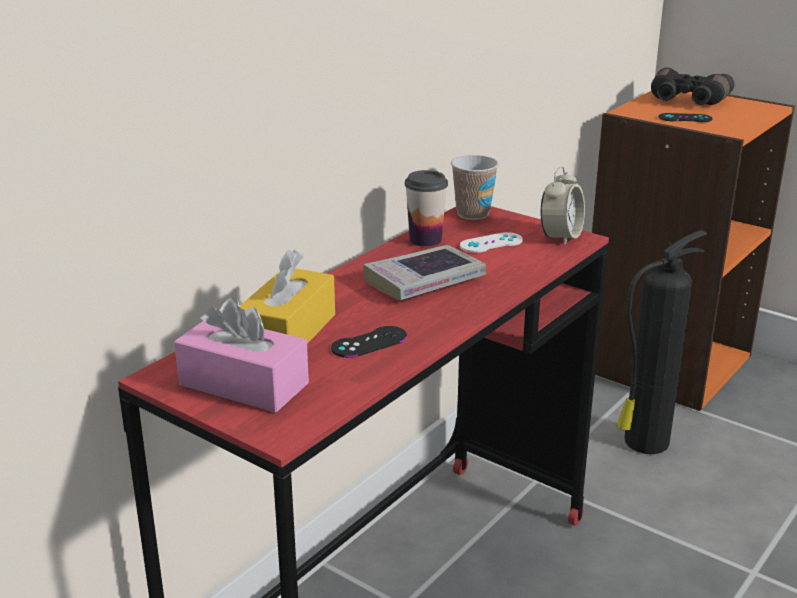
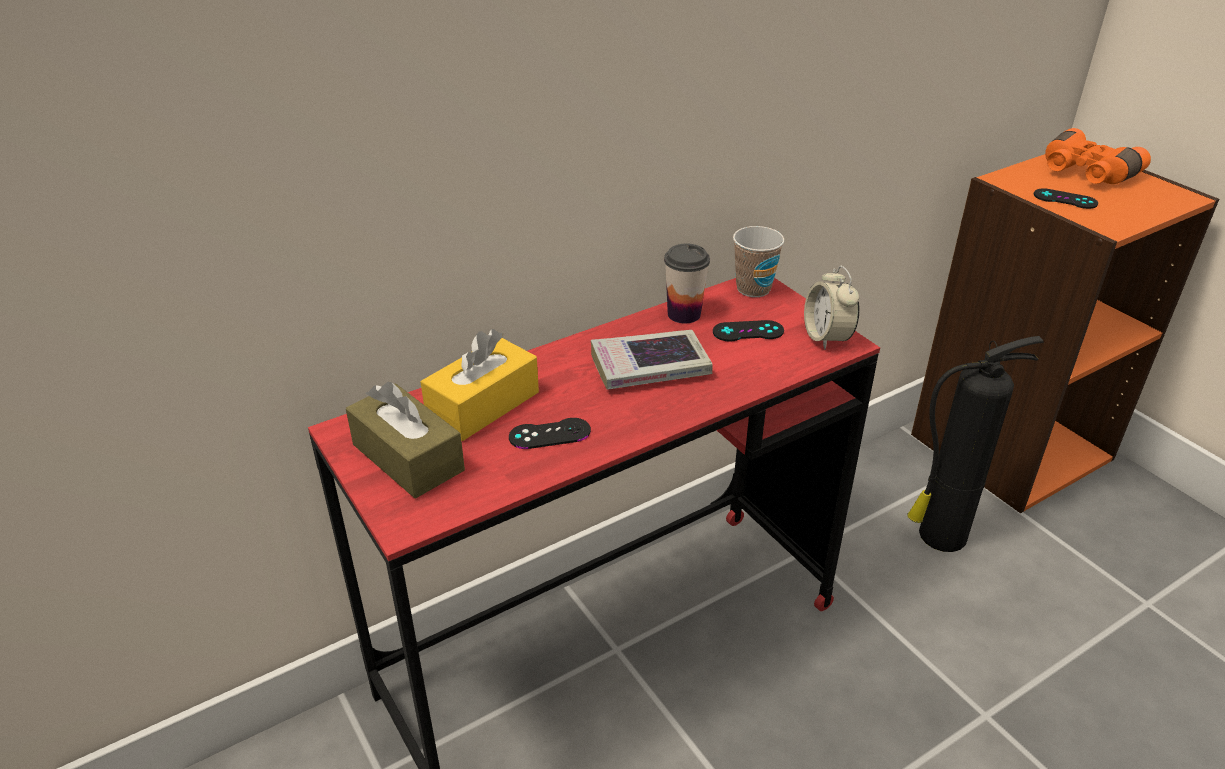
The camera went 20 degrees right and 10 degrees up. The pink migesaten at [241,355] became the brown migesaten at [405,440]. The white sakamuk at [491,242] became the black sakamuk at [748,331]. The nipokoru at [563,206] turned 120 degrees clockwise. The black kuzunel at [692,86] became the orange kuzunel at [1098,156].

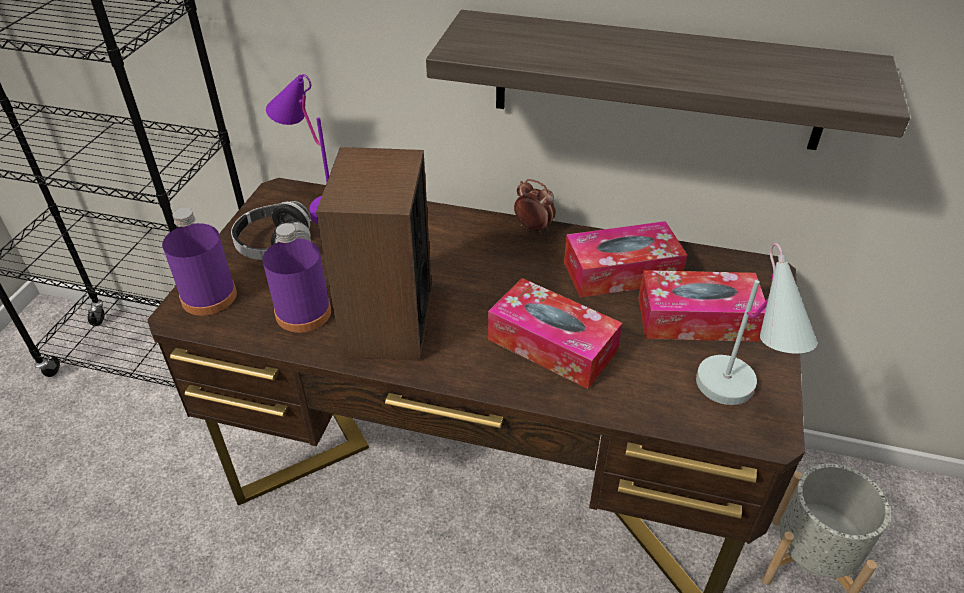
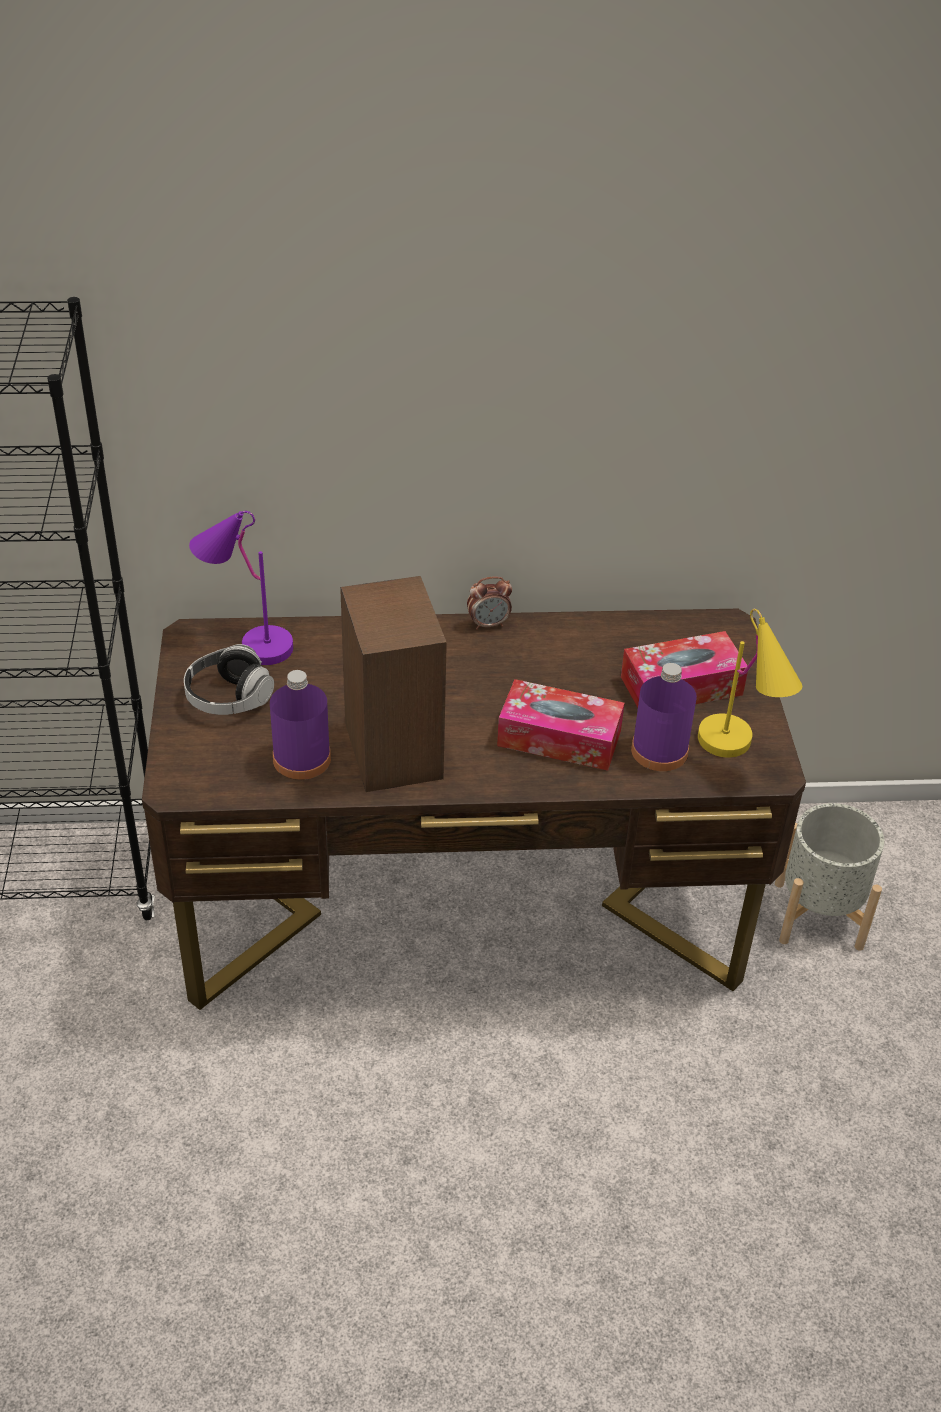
The camera went 20 degrees left and 0 degrees up. The nipokoru at [535,206] turned 150 degrees clockwise. The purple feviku moved from [199,262] to [664,717]. The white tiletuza at [756,324] became the yellow tiletuza at [750,683]. The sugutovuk at [668,80] disappeared. The migesaten at [625,259] disappeared.

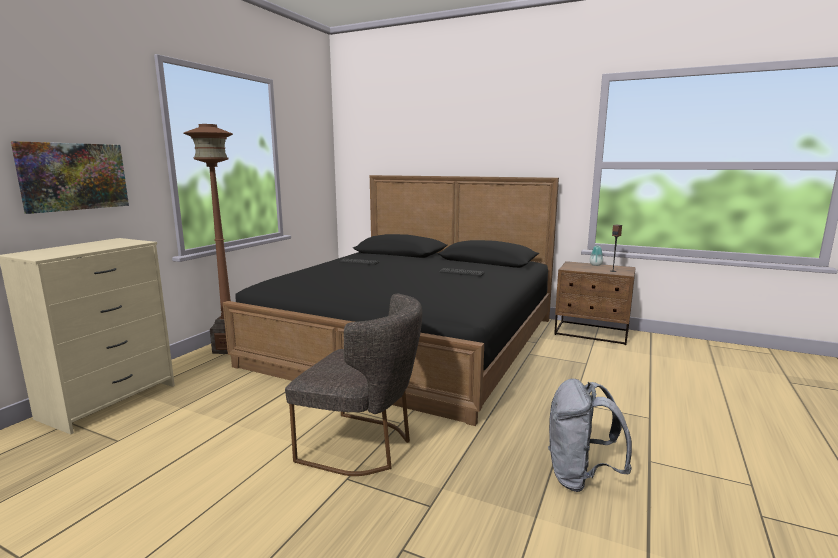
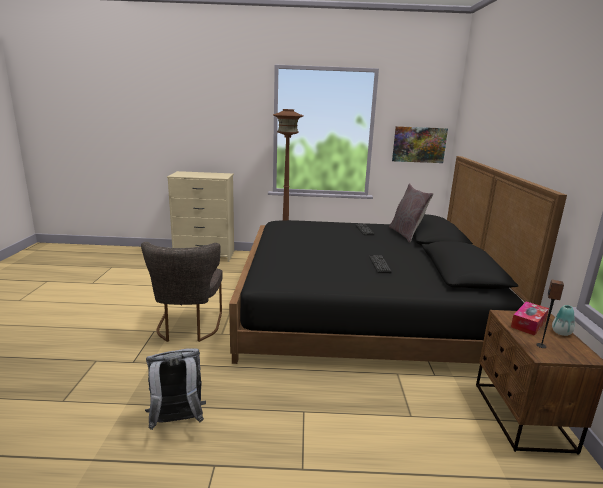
The camera went 65 degrees right and 5 degrees up. The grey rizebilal at [411,213] appeared. The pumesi moved from [70,177] to [420,144]. The migesaten at [530,318] appeared.

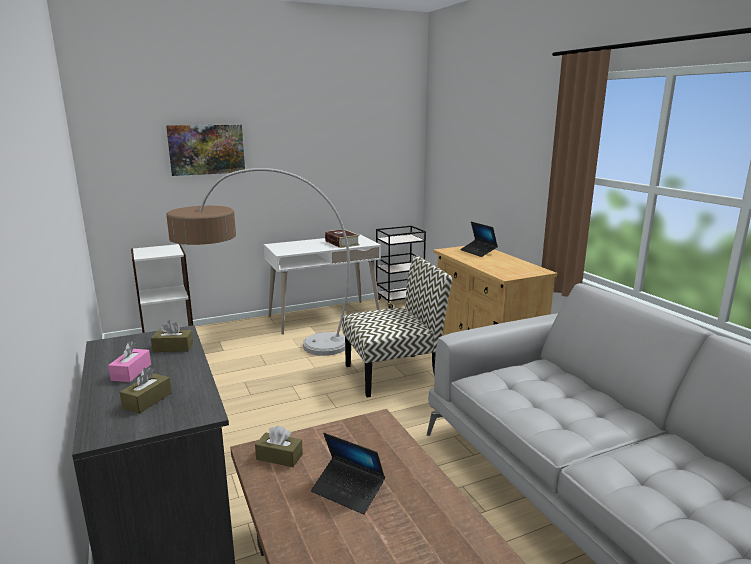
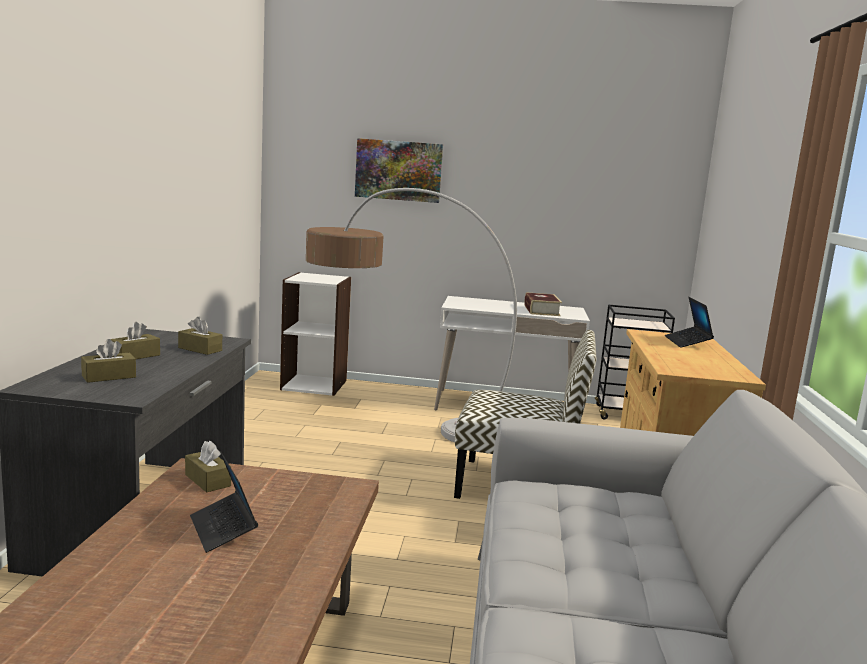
The camera went 30 degrees right and 5 degrees down. The pink migesaten at [129,362] became the brown migesaten at [135,340].

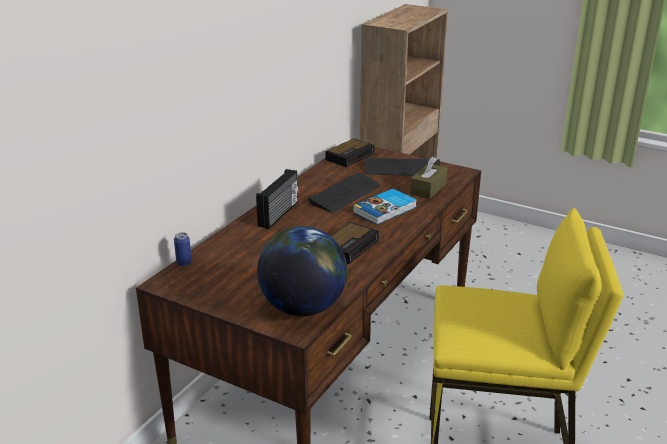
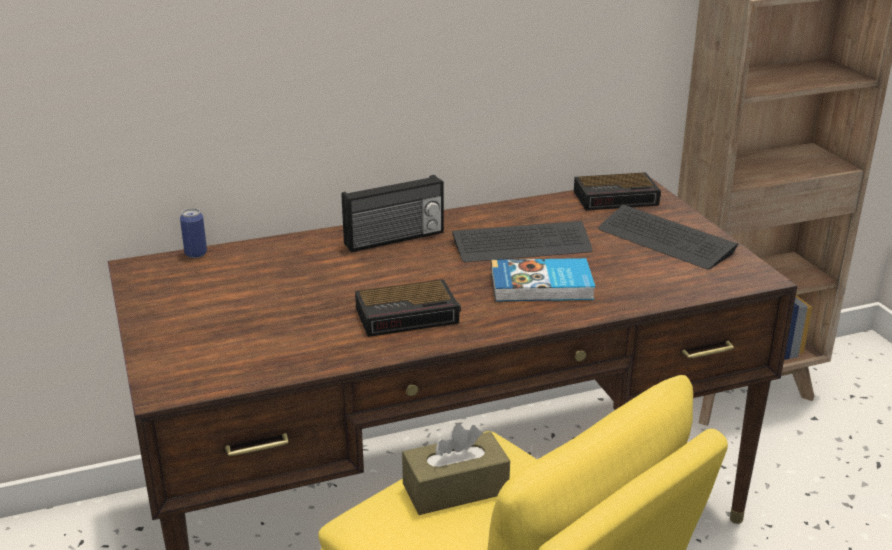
The camera went 40 degrees right and 0 degrees up. The brown migesaten moved from [428,178] to [456,469]. The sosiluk at [302,271] disappeared.

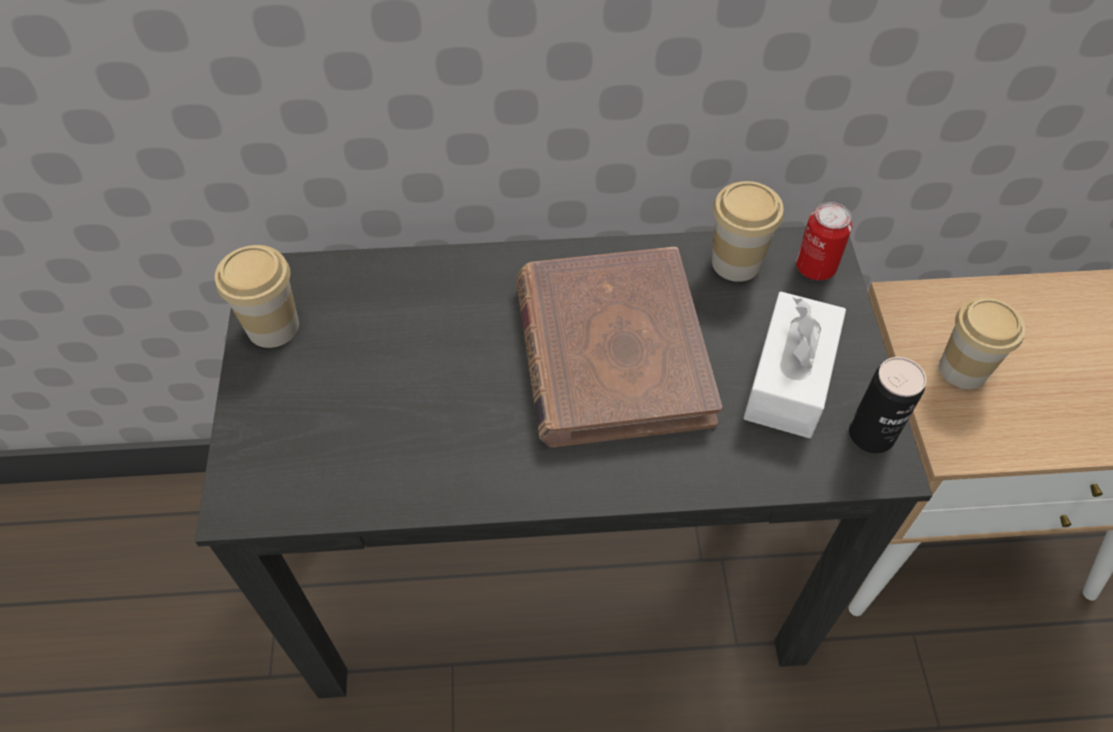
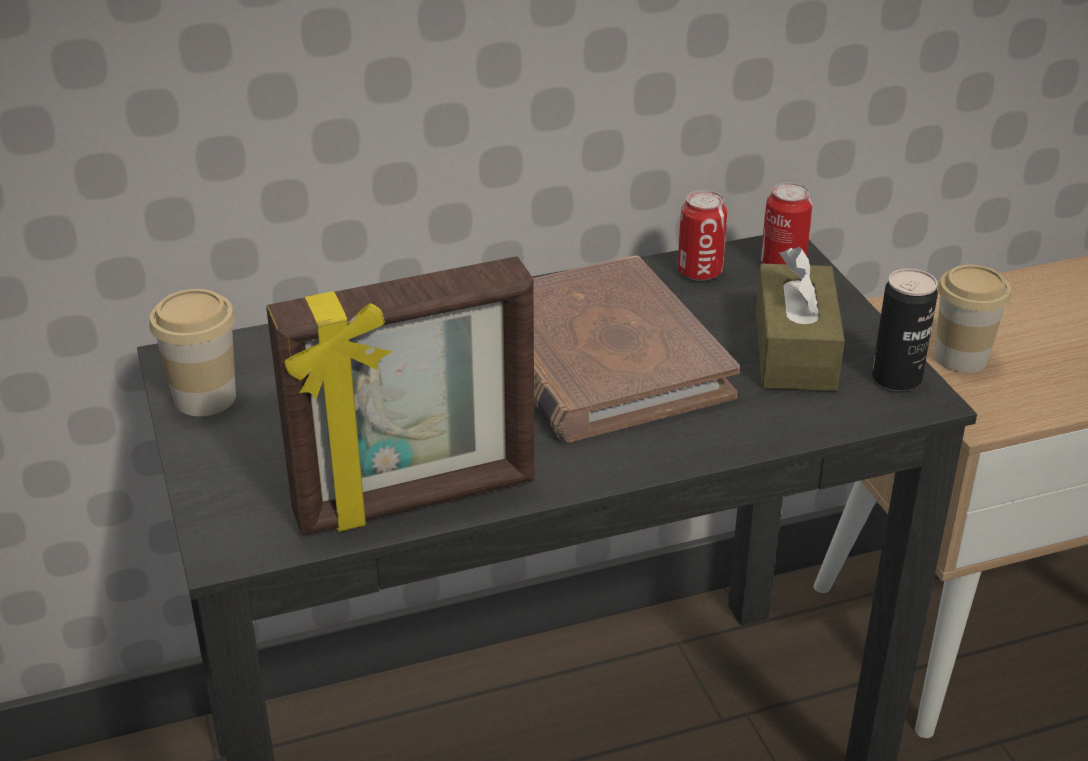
The camera went 15 degrees left and 20 degrees down. The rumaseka at [400,396] appeared. The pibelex at [748,231] was replaced by the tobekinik at [702,235]. The white migesaten at [795,365] became the brown migesaten at [800,319].

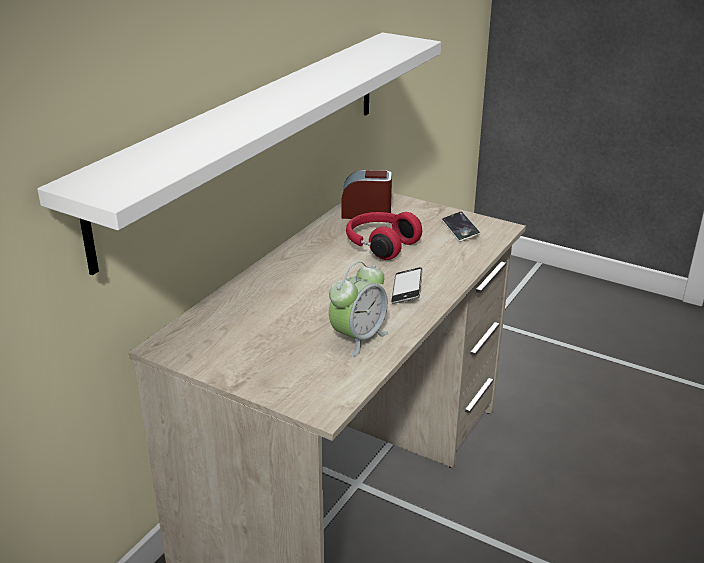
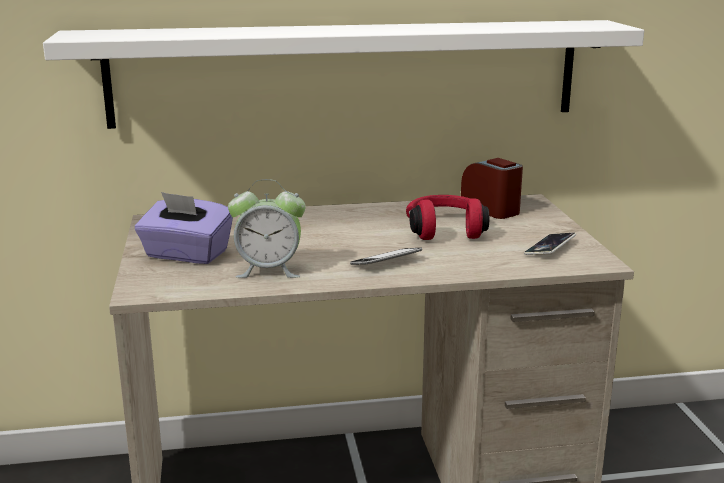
The camera went 50 degrees right and 10 degrees down. The purple migesaten at [184,228] appeared.

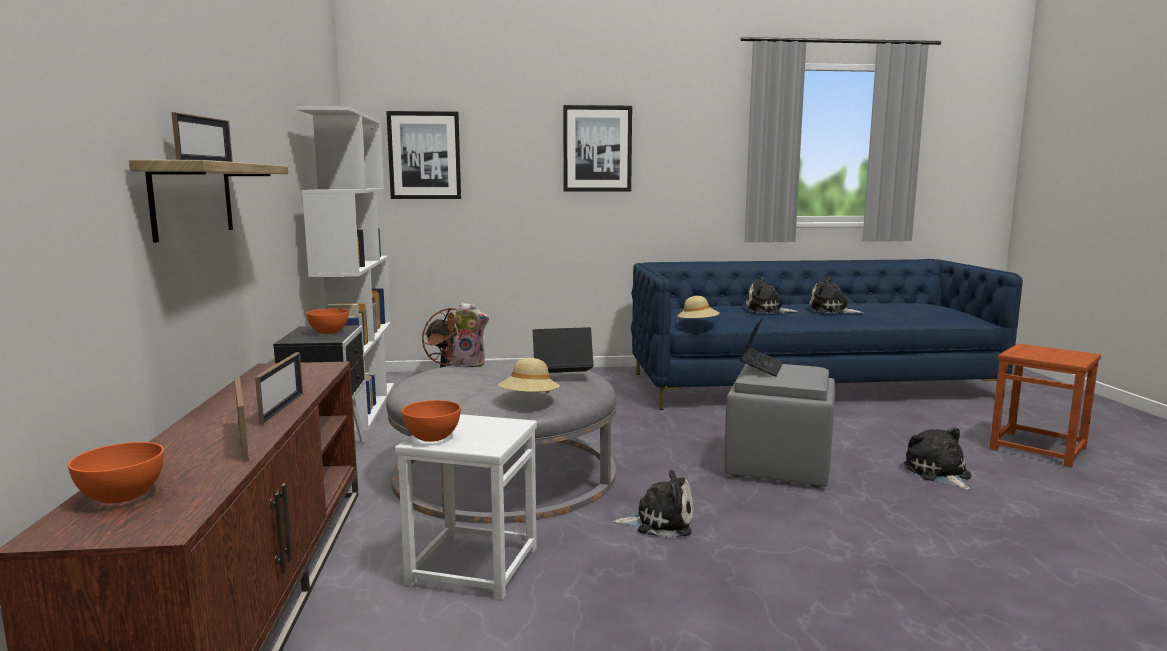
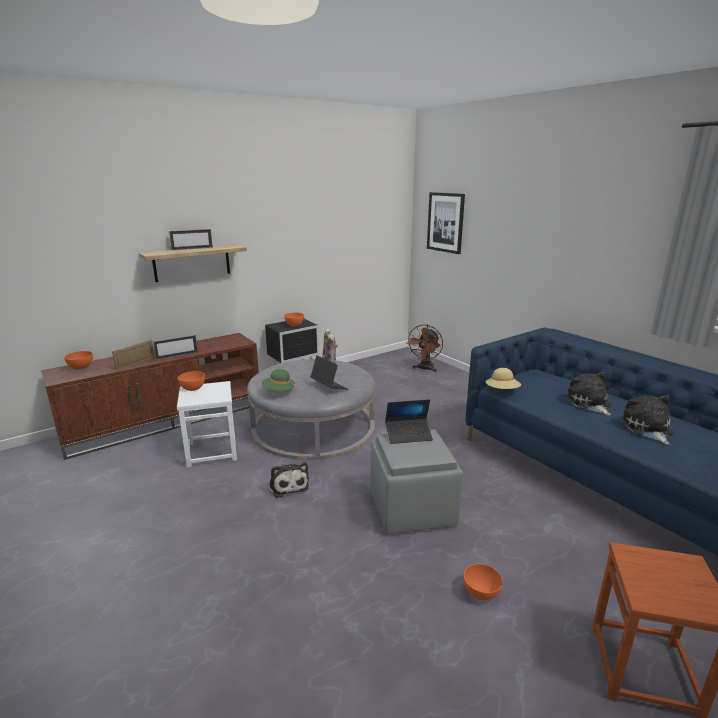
The camera went 60 degrees right and 10 degrees up. The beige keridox at [529,375] became the green keridox at [279,380]. The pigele at [937,458] was replaced by the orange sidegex at [483,582]. The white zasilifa at [345,269] disappeared. The pumesi at [597,148] disappeared.

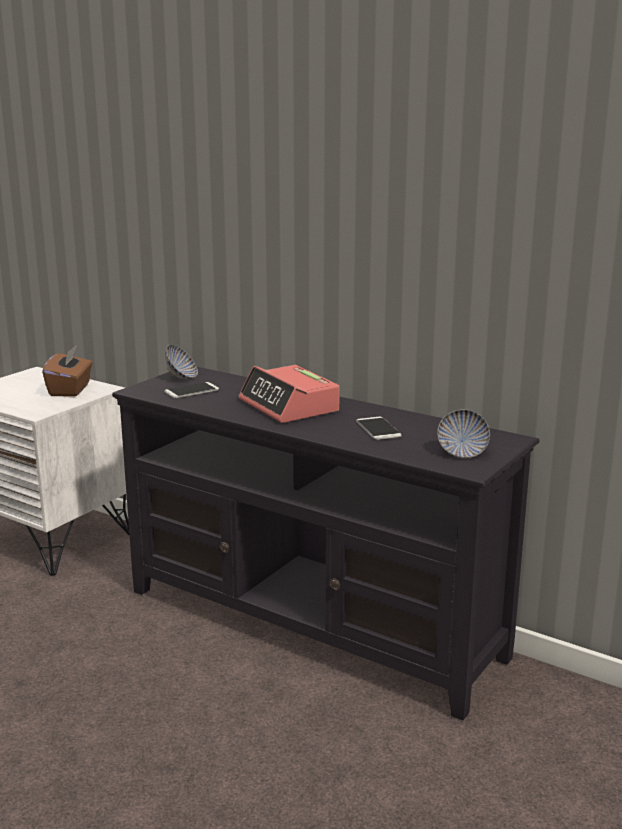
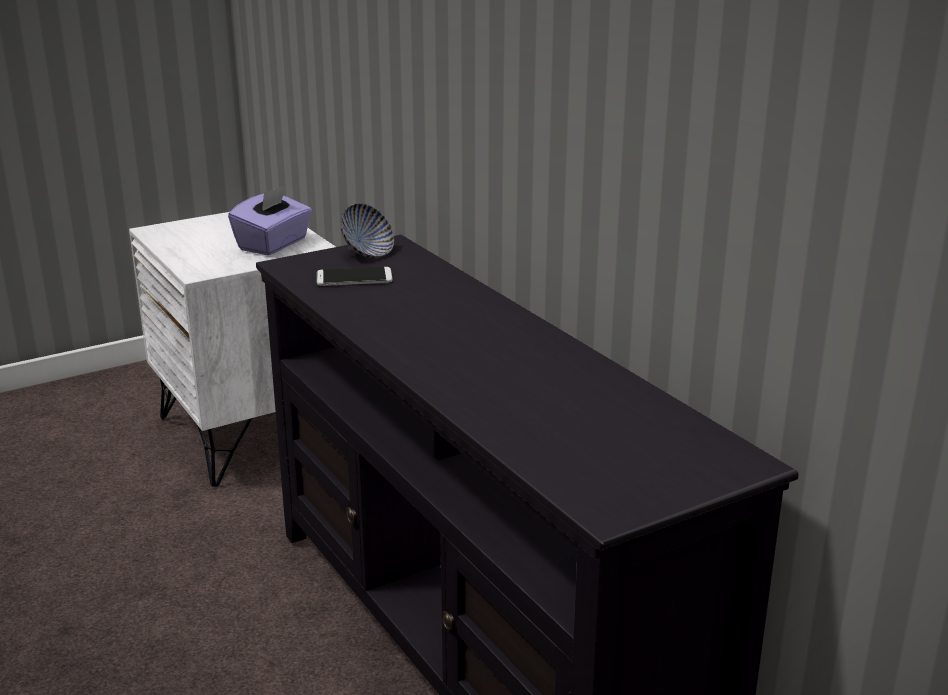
The camera went 25 degrees right and 5 degrees up. The brown migesaten at [67,371] became the purple migesaten at [270,219]. The nipokoru at [289,394] disappeared. The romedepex at [379,428] disappeared. The sidegex at [463,433] disappeared.

